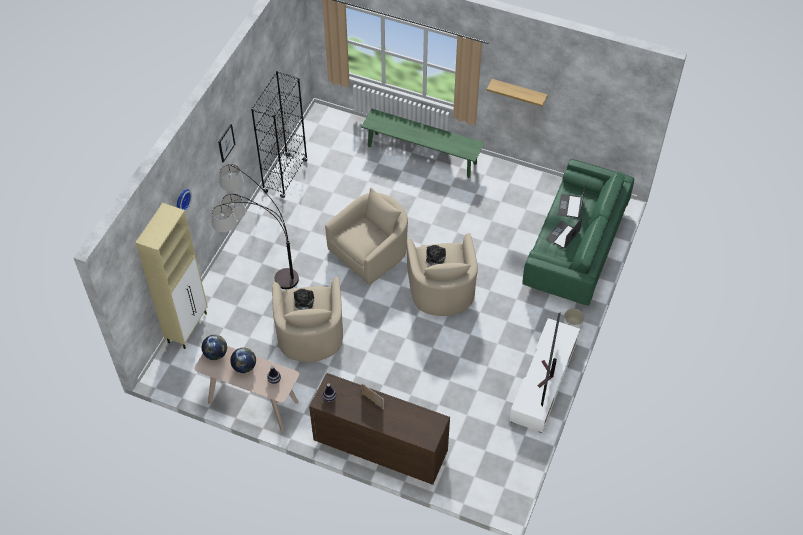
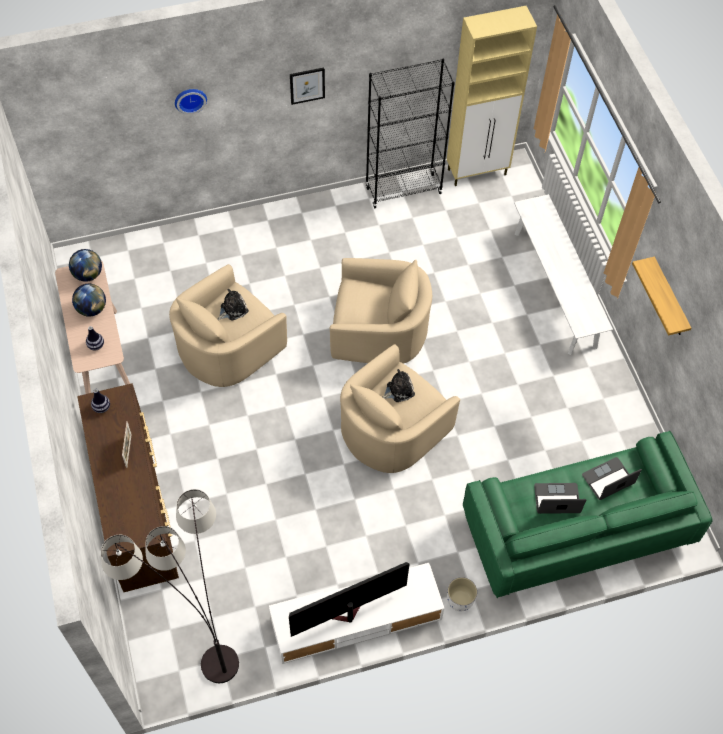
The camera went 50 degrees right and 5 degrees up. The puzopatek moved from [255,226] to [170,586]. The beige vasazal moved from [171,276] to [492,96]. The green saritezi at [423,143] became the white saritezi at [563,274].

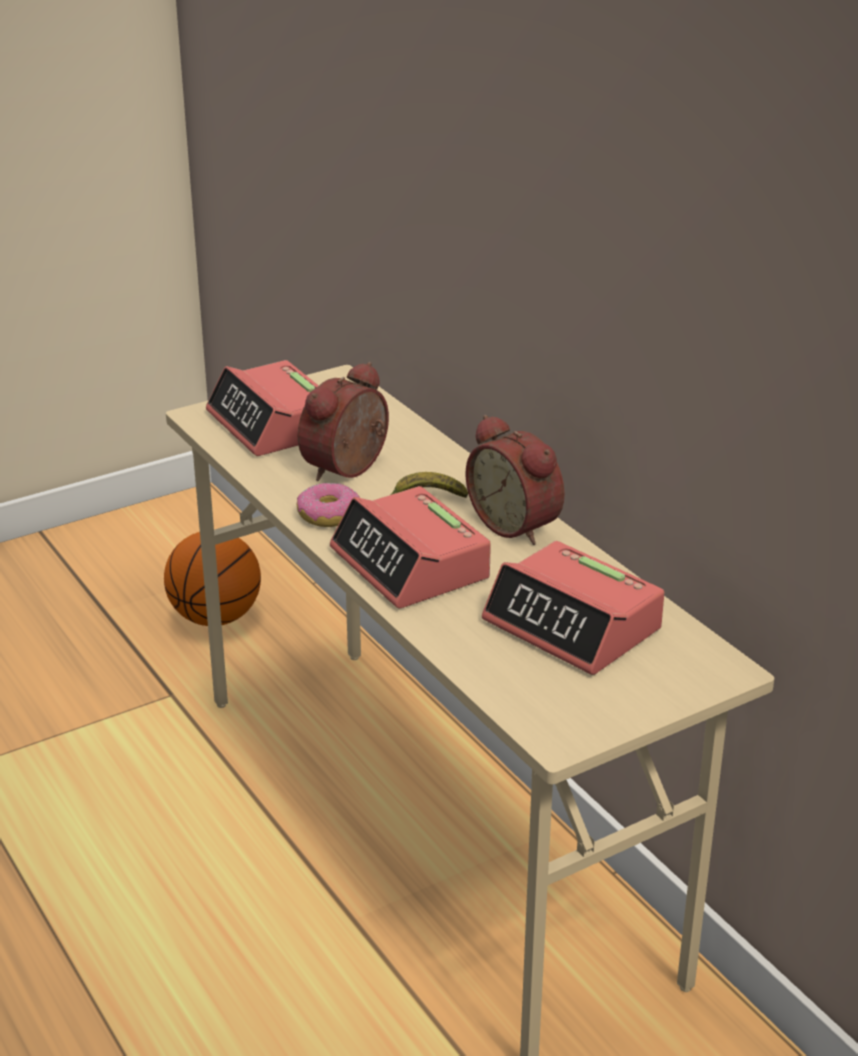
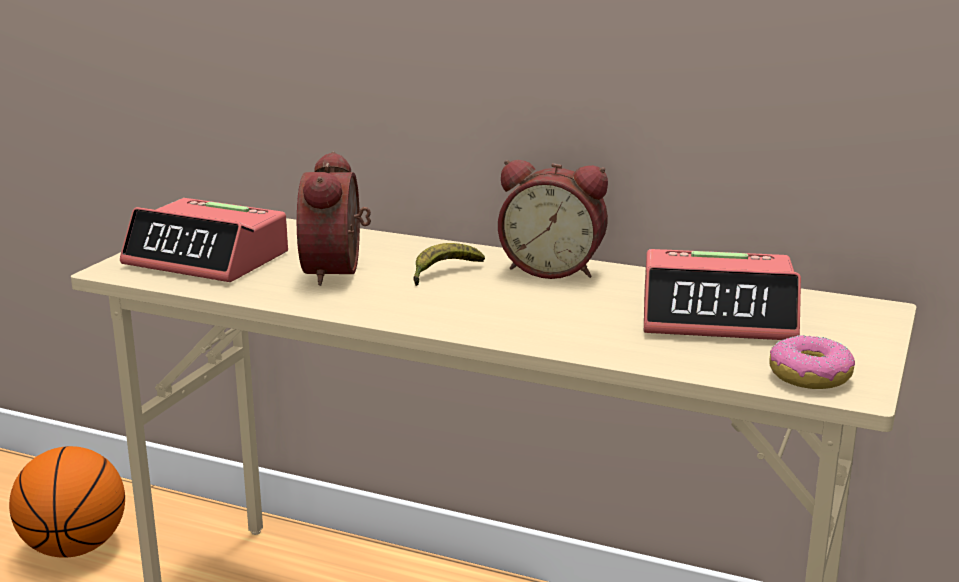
The camera went 35 degrees left and 10 degrees down. The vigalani moved from [328,505] to [812,362]. The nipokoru at [410,547] disappeared.

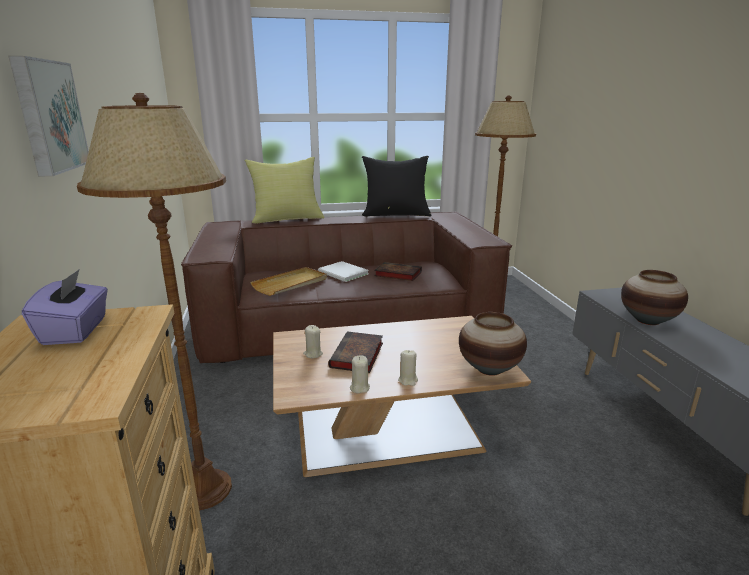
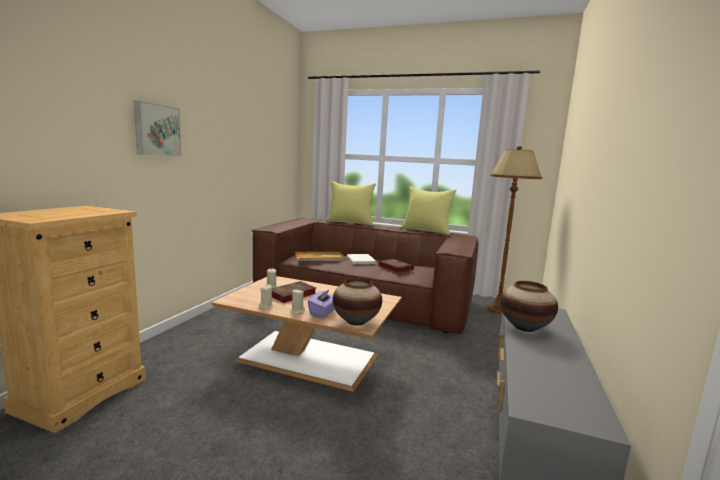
The camera went 30 degrees right and 10 degrees down. The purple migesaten moved from [65,307] to [321,303]. The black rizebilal at [397,186] became the yellow rizebilal at [428,210]. The brown puzopatek at [154,301] disappeared.

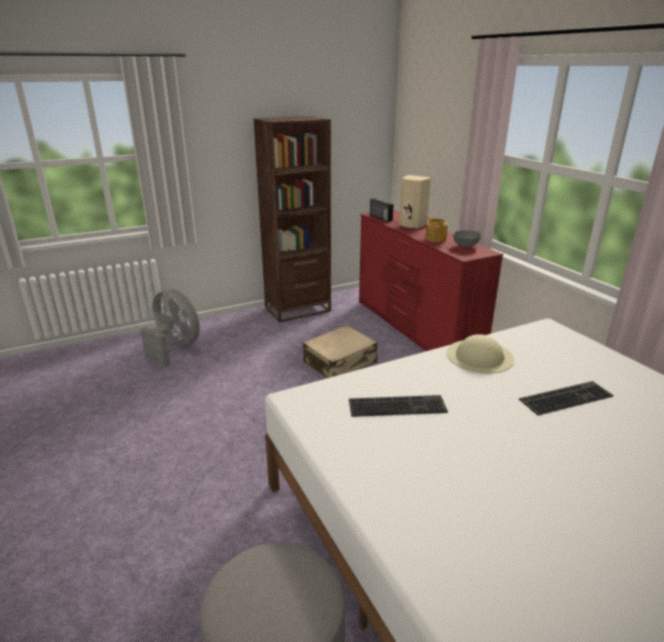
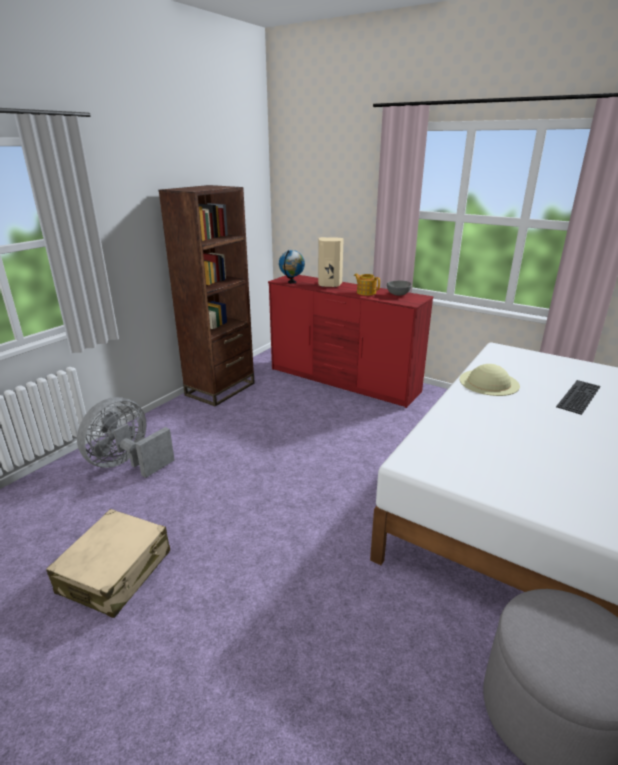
The camera went 30 degrees left and 0 degrees up. The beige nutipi moved from [340,351] to [108,563]. The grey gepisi at [170,328] turned 60 degrees counterclockwise. The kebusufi at [381,210] was replaced by the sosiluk at [292,267]. The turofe at [398,406] disappeared.

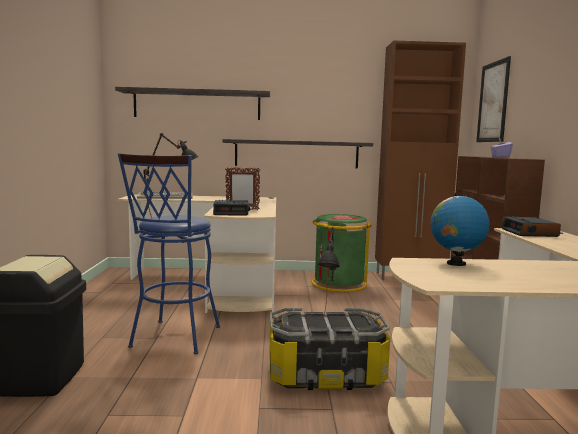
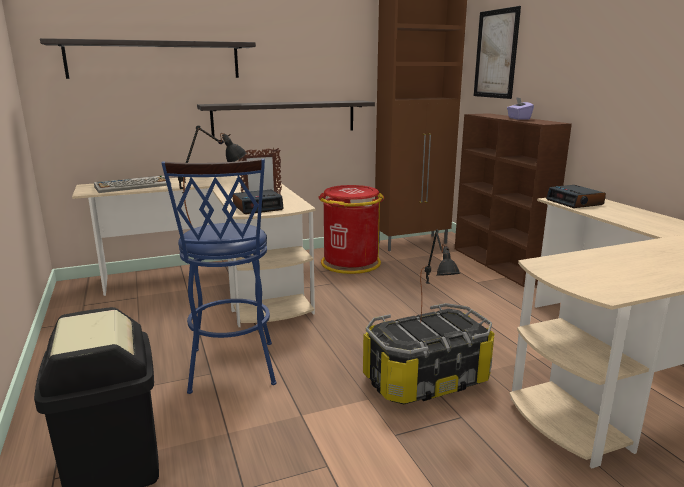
The camera went 20 degrees left and 10 degrees up. The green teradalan at [341,253] became the red teradalan at [351,229]. The sosiluk at [460,229] disappeared.

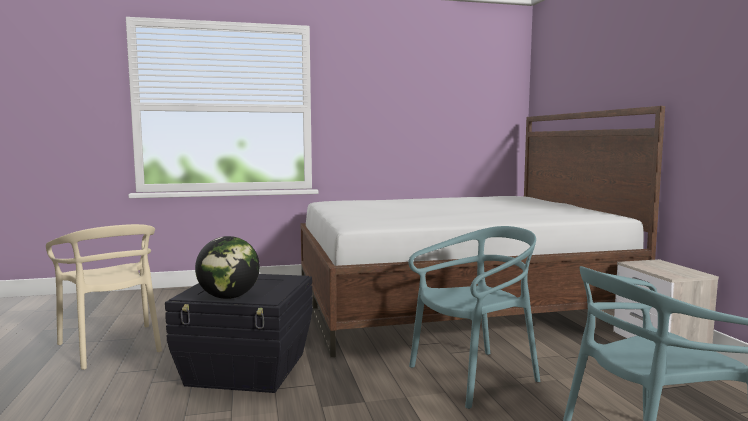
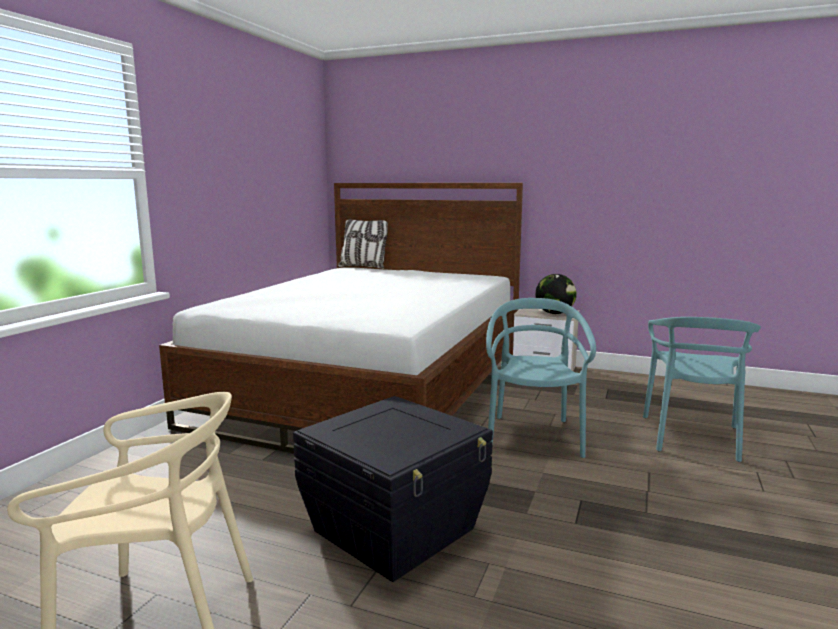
The camera went 55 degrees left and 5 degrees up. The rizebilal at [363,244] appeared. The sosiluk moved from [227,267] to [556,294].

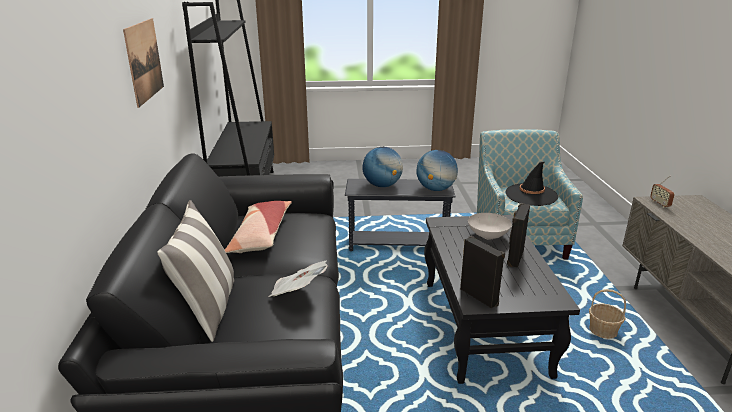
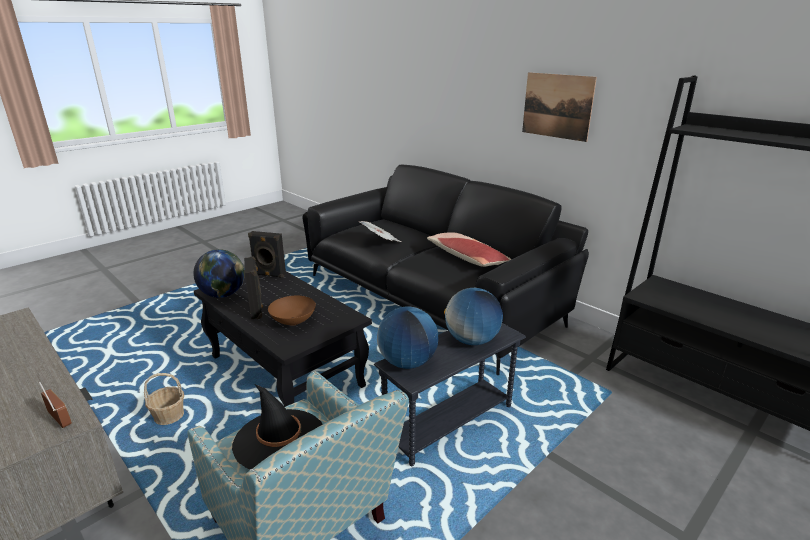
The camera went 140 degrees right and 0 degrees up. The sosiluk at [219,273] appeared. The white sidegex at [490,226] became the brown sidegex at [292,311]. The rizebilal at [196,271] disappeared.

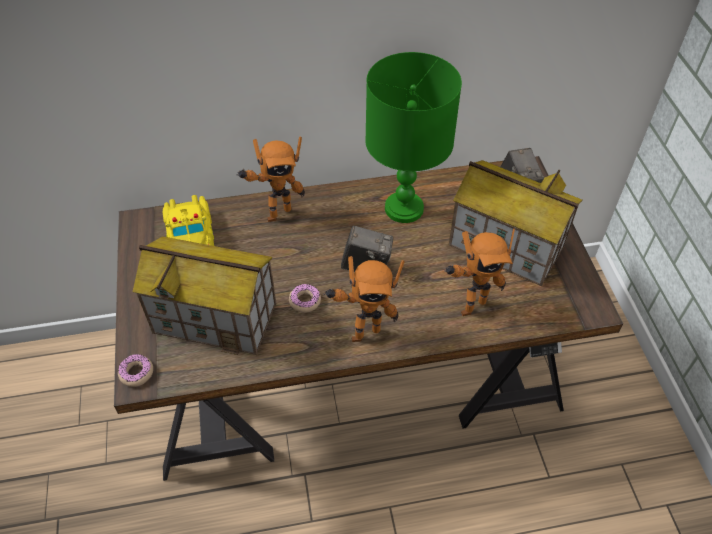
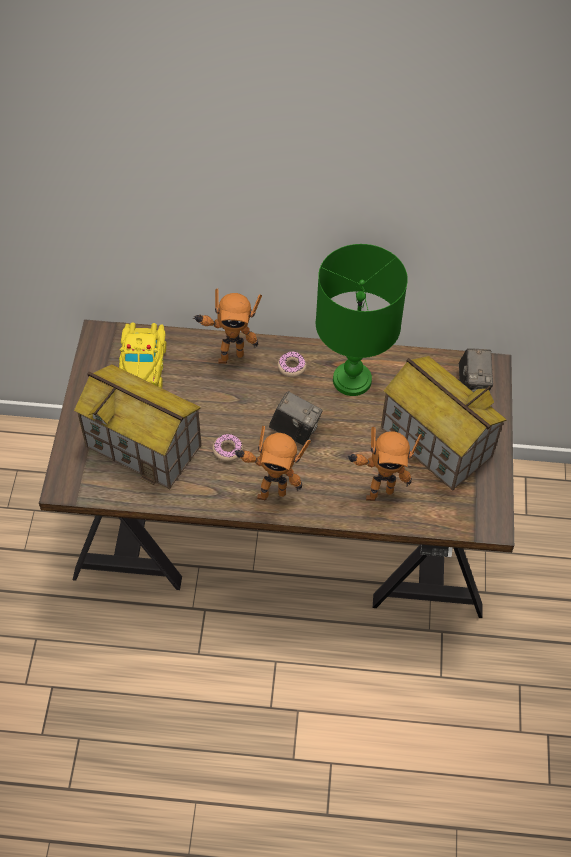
The camera went 15 degrees right and 5 degrees up. The vigalani moved from [135,370] to [292,364].

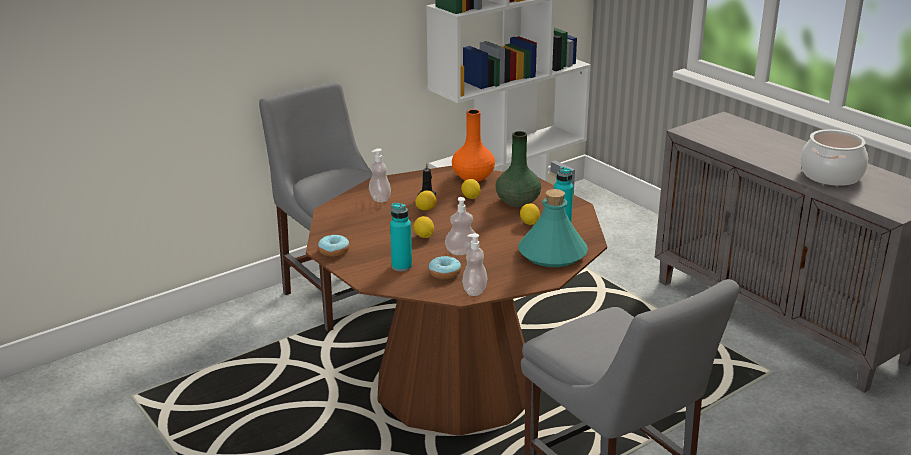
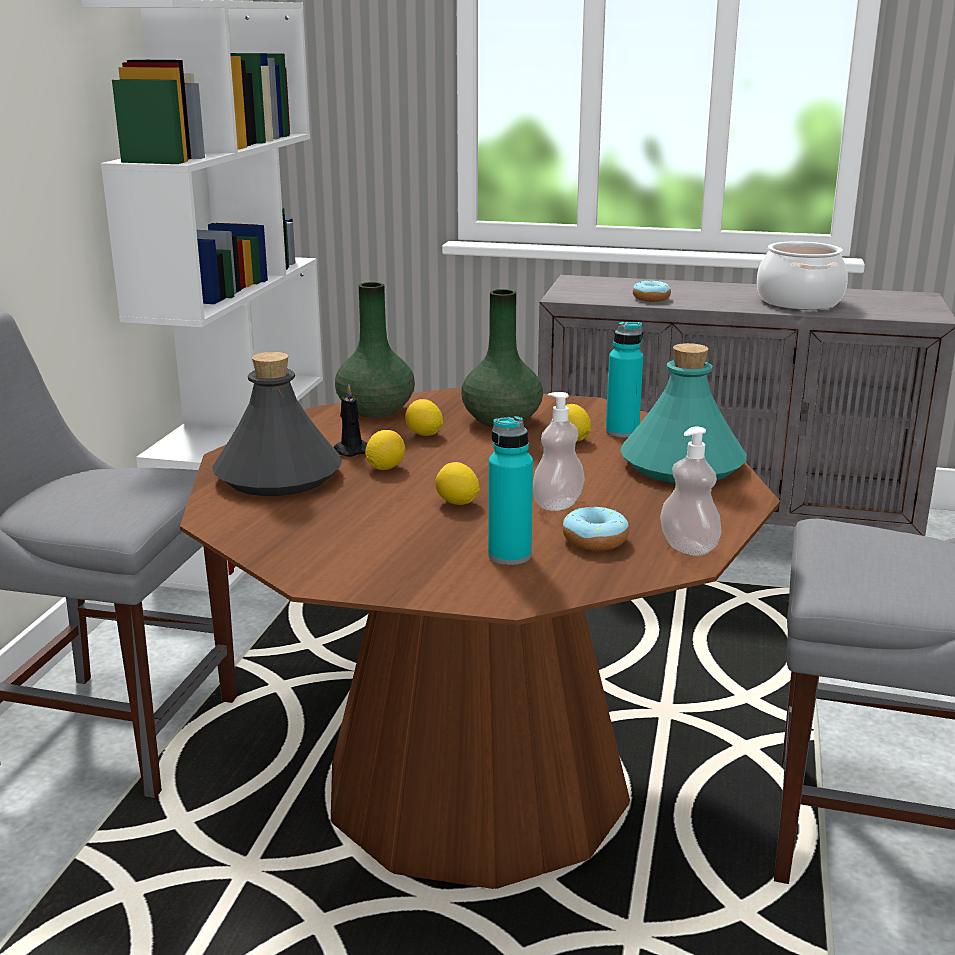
The camera went 40 degrees left and 5 degrees down. The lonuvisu at [380,175] was replaced by the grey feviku at [277,424]. The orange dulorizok at [473,145] became the green dulorizok at [375,350]. The vigalani moved from [334,246] to [652,291].

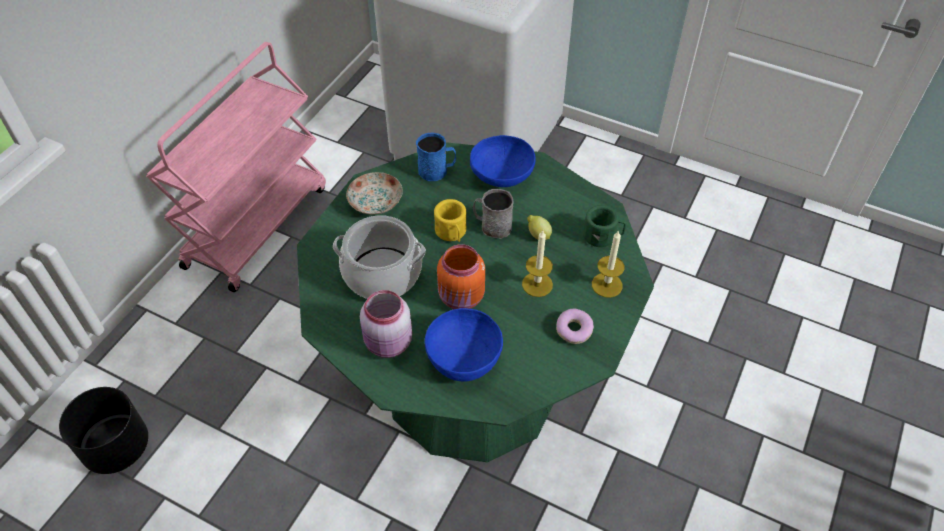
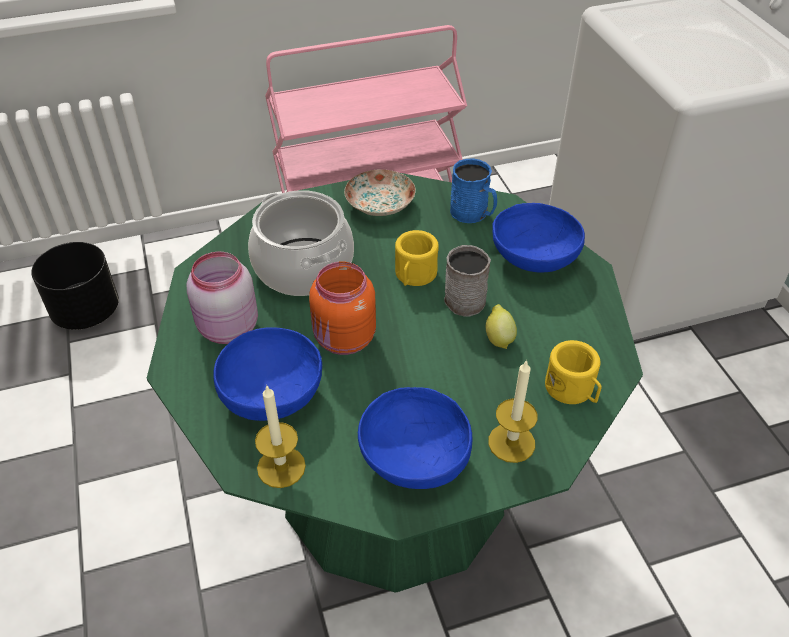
The camera went 45 degrees right and 5 degrees down. The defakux moved from [537,263] to [280,436]. The vigalani at [575,326] was replaced by the blue sidegex at [415,438]. The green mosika at [604,226] became the yellow mosika at [573,372].

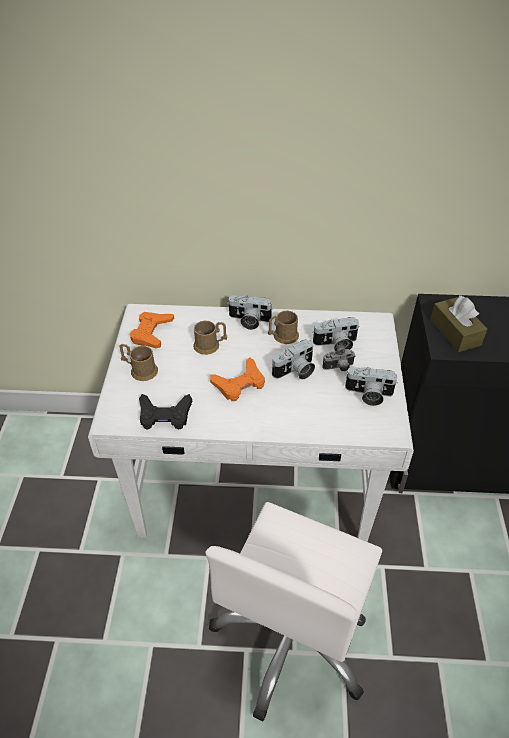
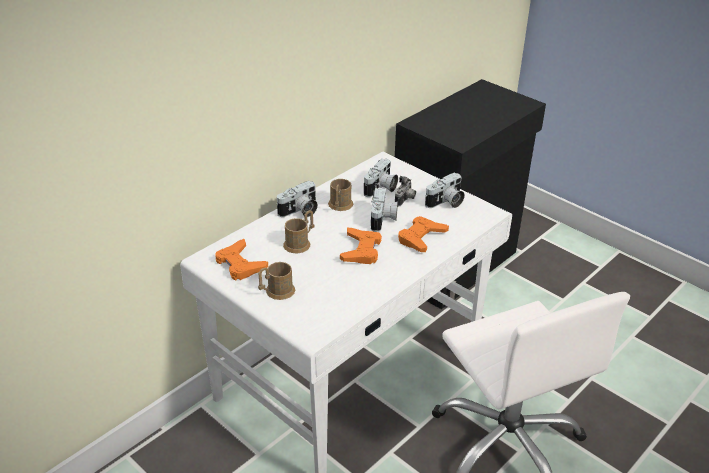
The camera went 50 degrees left and 10 degrees down. The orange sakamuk at [423,234] appeared. The black sakamuk at [165,412] disappeared. The brown migesaten at [458,323] disappeared.

